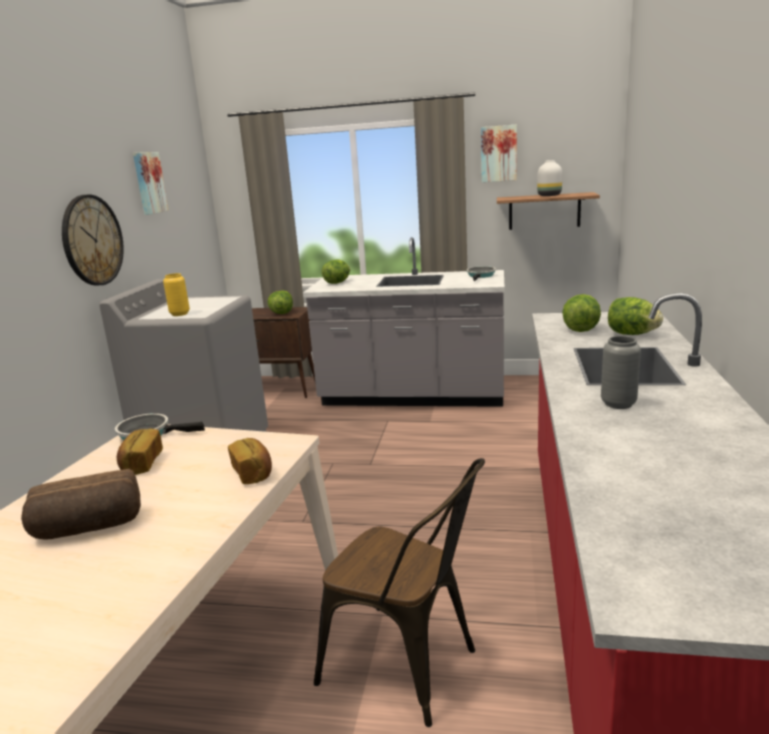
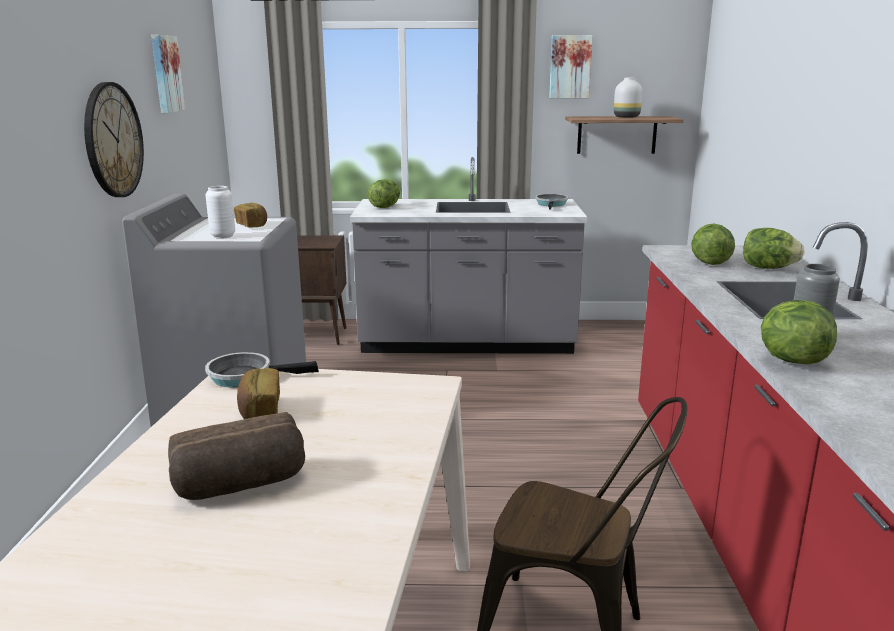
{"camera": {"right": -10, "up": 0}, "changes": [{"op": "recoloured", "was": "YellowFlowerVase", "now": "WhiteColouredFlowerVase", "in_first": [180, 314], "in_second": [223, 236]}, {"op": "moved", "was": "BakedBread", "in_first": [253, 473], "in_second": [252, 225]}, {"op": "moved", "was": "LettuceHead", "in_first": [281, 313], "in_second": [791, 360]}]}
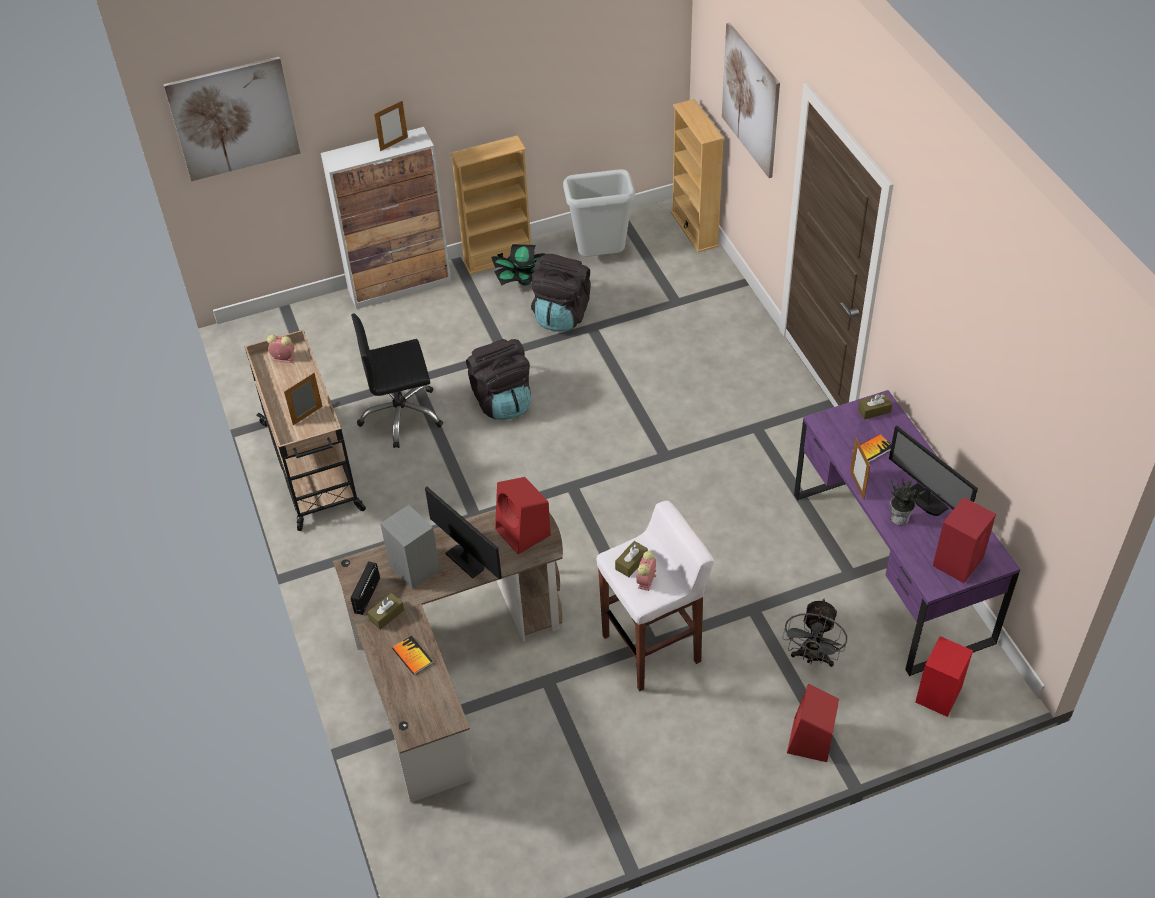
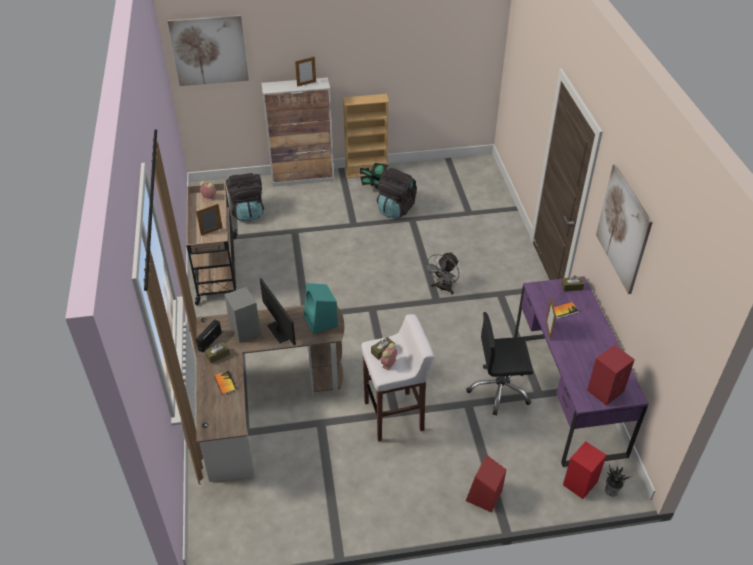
{"camera": {"right": 10, "up": -5}, "changes": [{"op": "moved", "was": "BlackishBackpack", "in_first": [502, 401], "in_second": [248, 212]}, {"op": "recoloured", "was": "ReddishAudioSpeaker", "now": "TurquoiseColouredAudioSpeaker", "in_first": [524, 533], "in_second": [321, 322]}, {"op": "moved", "was": "GreyElectricFan", "in_first": [812, 657], "in_second": [442, 288]}, {"op": "moved", "was": "BlackishComputerChair", "in_first": [401, 416], "in_second": [499, 390]}, {"op": "moved", "was": "WallPicture", "in_first": [751, 100], "in_second": [623, 228]}, {"op": "moved", "was": "Houseplant", "in_first": [900, 517], "in_second": [612, 490]}, {"op": "removed", "was": "GreyWasteBin", "in_first": [601, 256]}, {"op": "removed", "was": "BeigeBookshelf", "in_first": [694, 229]}, {"op": "removed", "was": "ComputerScreen", "in_first": [925, 501]}]}
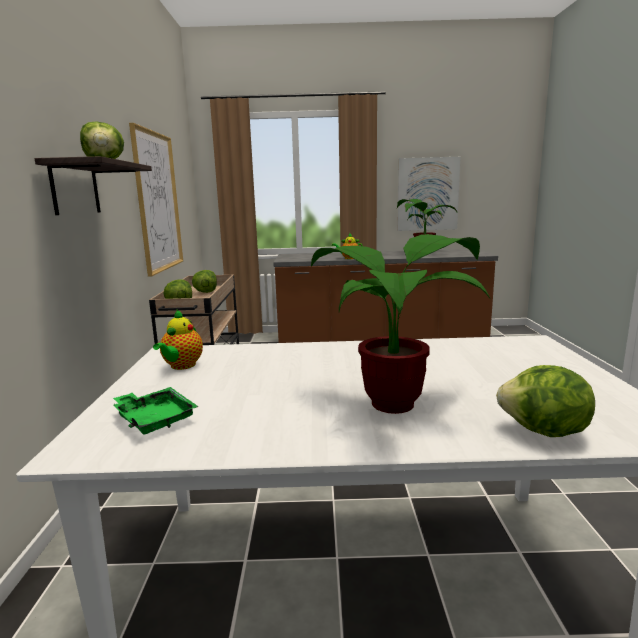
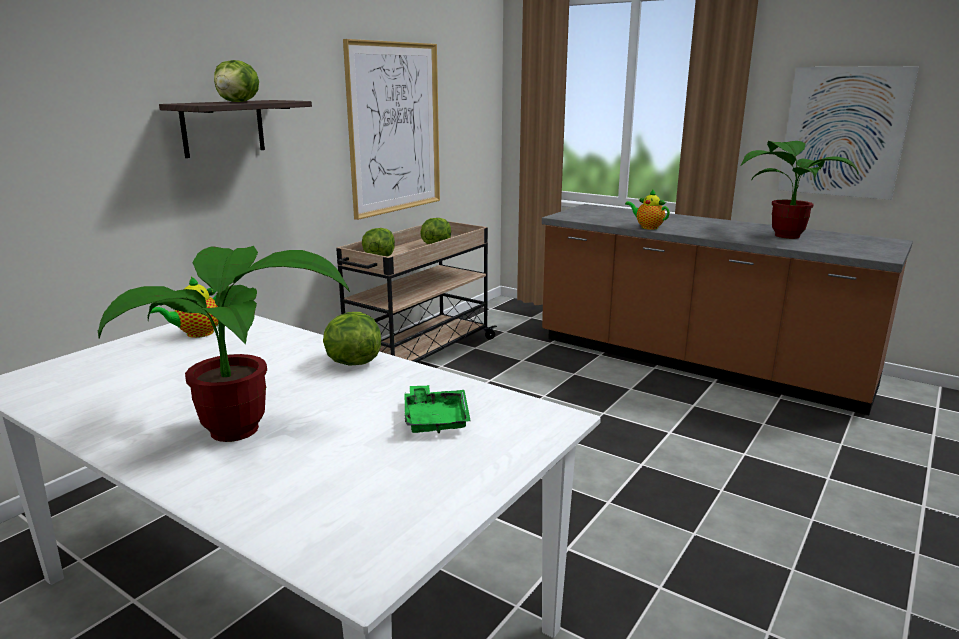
{"camera": {"right": 35, "up": 5}, "changes": [{"op": "moved", "was": "LettuceHead", "in_first": [544, 432], "in_second": [352, 362]}, {"op": "moved", "was": "GreenishServingTray", "in_first": [155, 419], "in_second": [435, 419]}]}
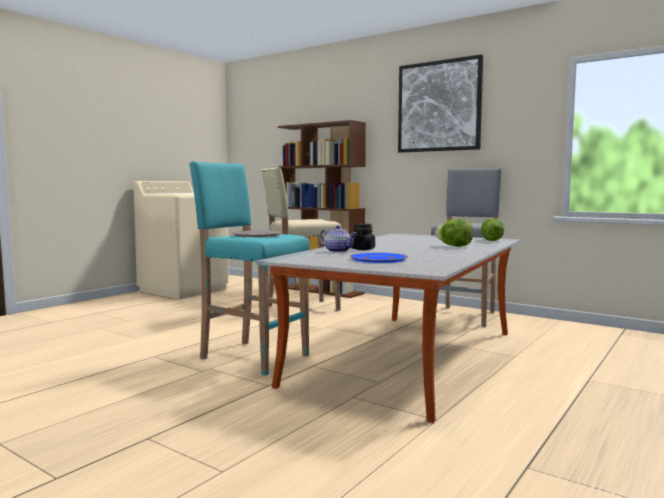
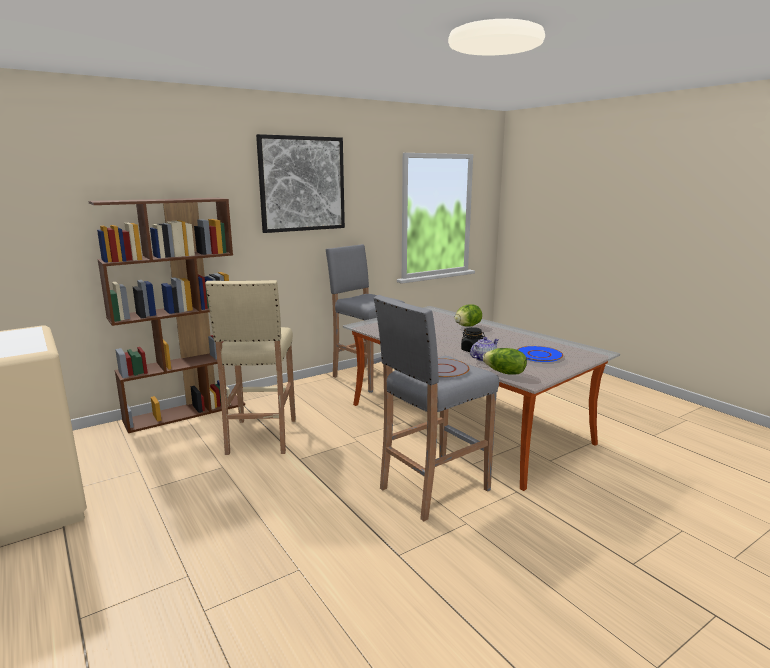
{"camera": {"right": -70, "up": 10}, "changes": [{"op": "recoloured", "was": "TurquoiseColouredStool", "now": "GreyStool", "in_first": [252, 357], "in_second": [432, 489]}, {"op": "moved", "was": "LettuceHead", "in_first": [491, 240], "in_second": [504, 373]}]}
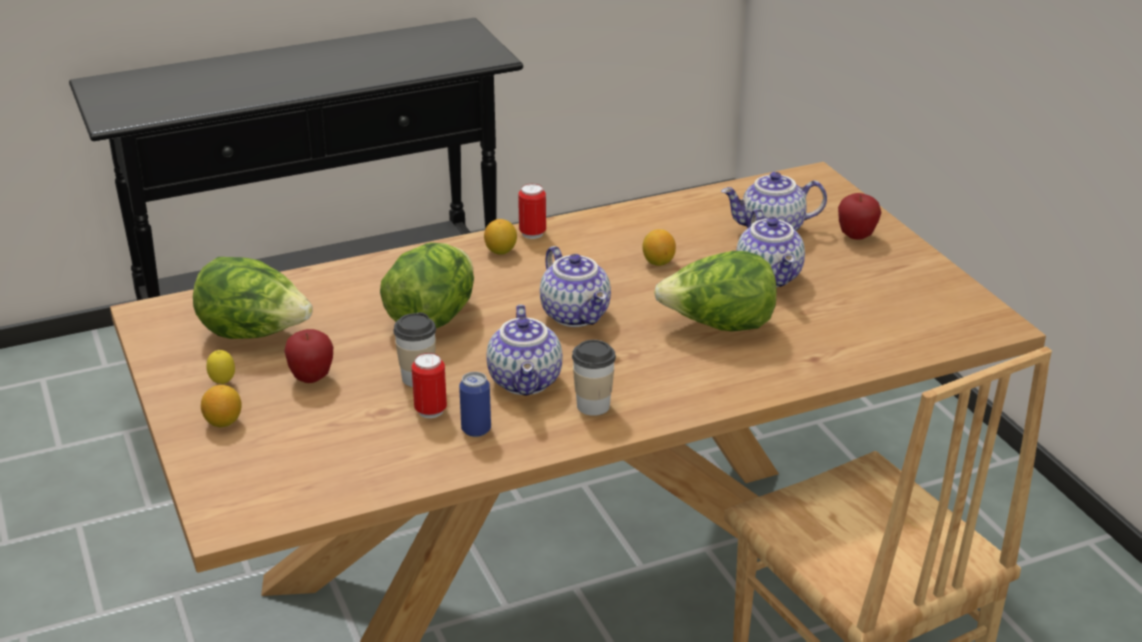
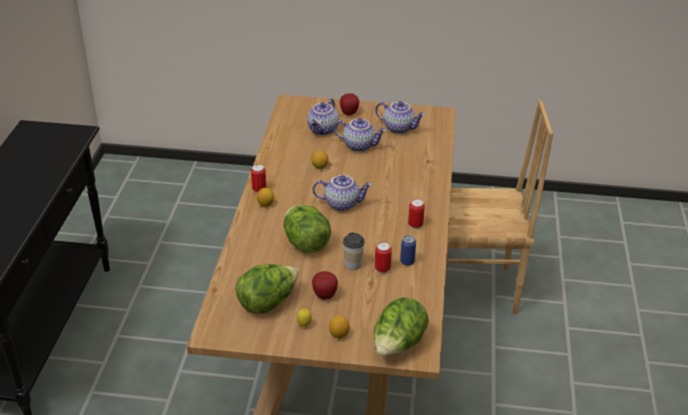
{"camera": {"right": -60, "up": 5}, "changes": [{"op": "moved", "was": "LettuceHead", "in_first": [718, 326], "in_second": [398, 345]}, {"op": "moved", "was": "TeaPot", "in_first": [527, 382], "in_second": [399, 128]}, {"op": "replaced", "was": "Cup", "now": "Can", "in_first": [593, 406], "in_second": [415, 225]}]}
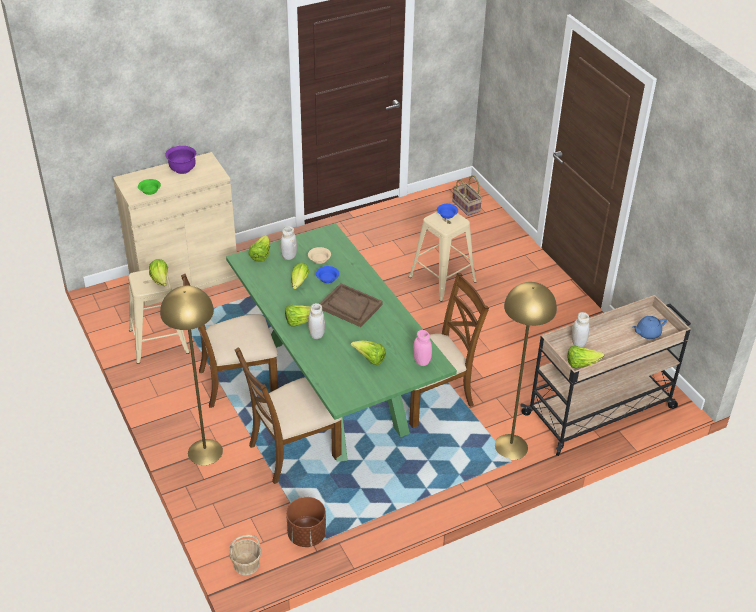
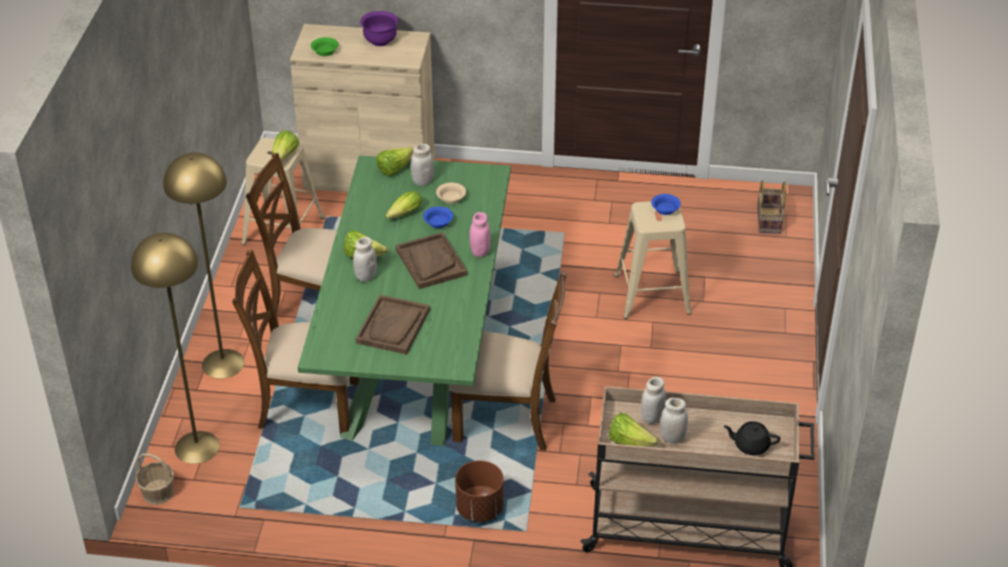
{"camera": {"right": 35, "up": 0}, "changes": [{"op": "moved", "was": "YellowStandardLamp", "in_first": [511, 447], "in_second": [197, 447]}, {"op": "replaced", "was": "LettuceHead", "now": "BrownishServingTray", "in_first": [369, 359], "in_second": [393, 326]}, {"op": "moved", "was": "BrownishPlanter", "in_first": [306, 535], "in_second": [479, 508]}, {"op": "moved", "was": "PinkStorageJar", "in_first": [421, 361], "in_second": [480, 252]}, {"op": "added", "now": "WhiteColouredStorageJar", "in_second": [672, 438]}, {"op": "recoloured", "was": "BlueTeaPot", "now": "BlackishTeaPot", "in_first": [647, 333], "in_second": [750, 445]}]}
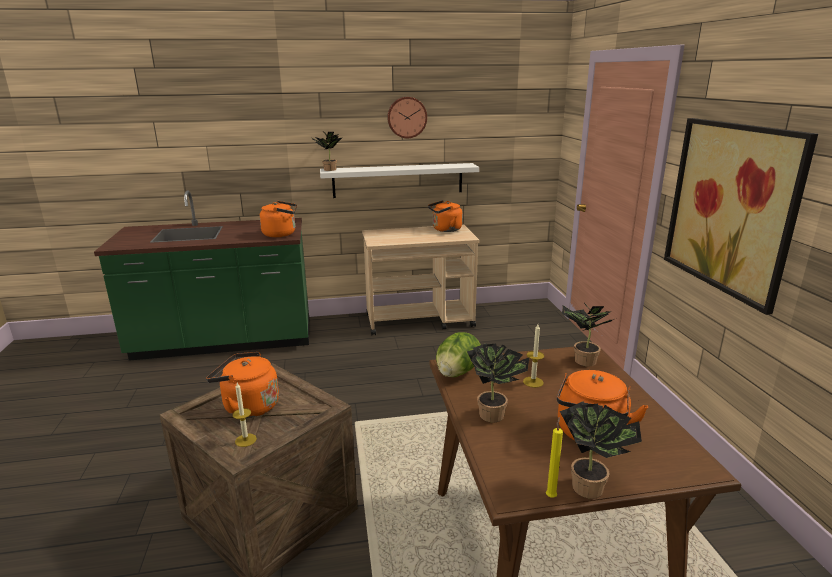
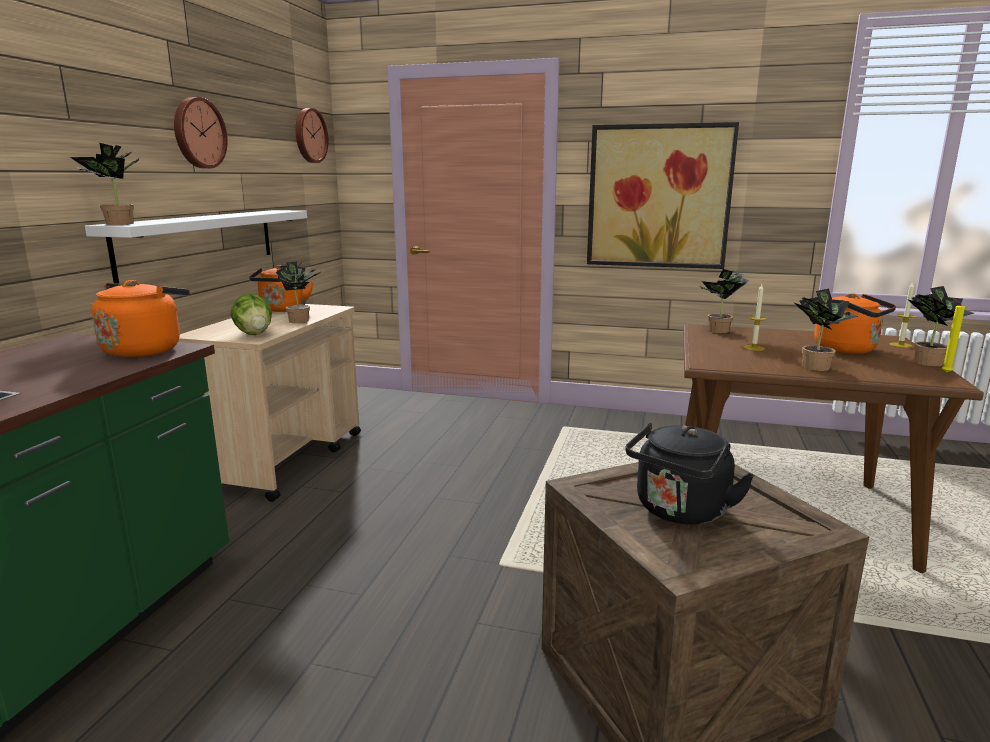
{"camera": {"right": -65, "up": -5}, "changes": [{"op": "moved", "was": "LettuceHead", "in_first": [457, 373], "in_second": [254, 334]}, {"op": "added", "now": "Houseplant", "in_second": [302, 321]}, {"op": "added", "now": "WallClock", "in_second": [309, 135]}, {"op": "recoloured", "was": "OrangeColouredKettle", "now": "BlackishKettle", "in_first": [248, 406], "in_second": [679, 512]}, {"op": "moved", "was": "Candle", "in_first": [245, 440], "in_second": [900, 345]}]}
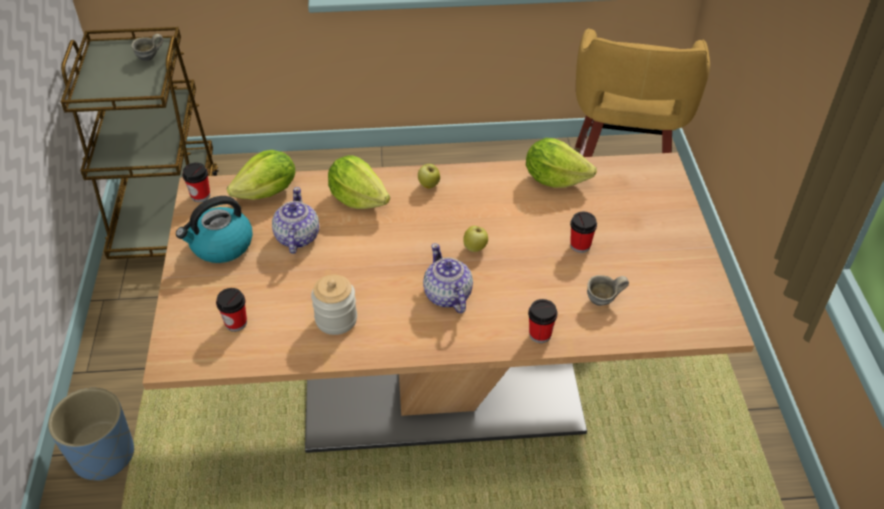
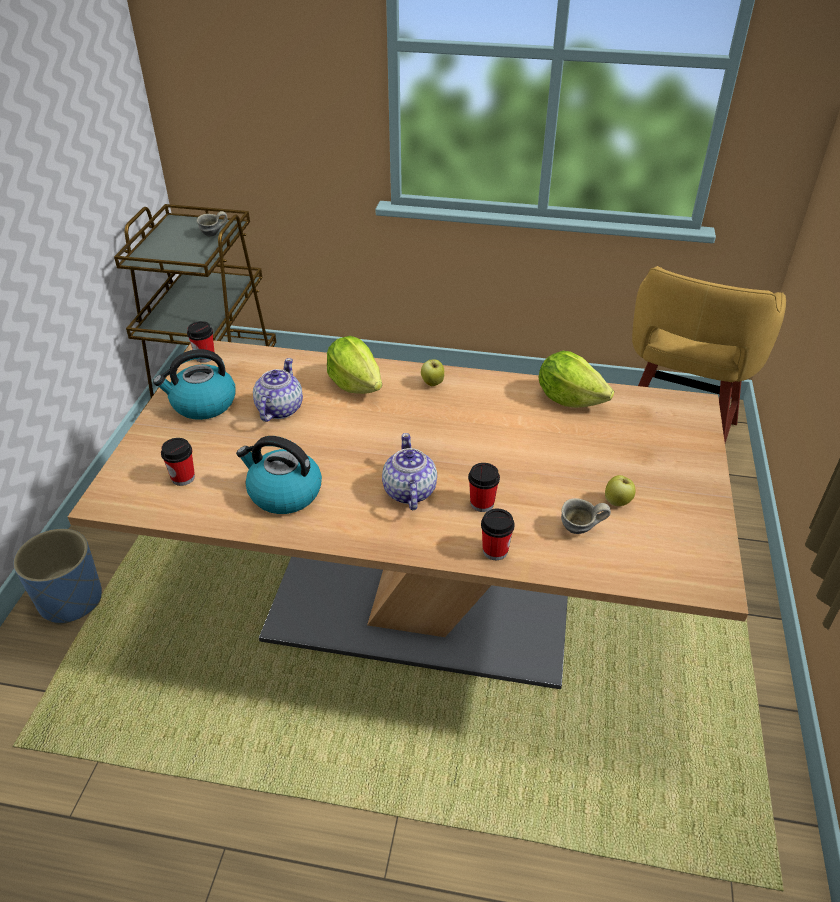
{"camera": {"right": 15, "up": -5}, "changes": [{"op": "replaced", "was": "StorageJar", "now": "Kettle", "in_first": [336, 319], "in_second": [283, 493]}, {"op": "moved", "was": "Cup", "in_first": [580, 245], "in_second": [482, 503]}, {"op": "moved", "was": "Apple", "in_first": [475, 248], "in_second": [618, 502]}, {"op": "removed", "was": "LettuceHead", "in_first": [268, 193]}]}
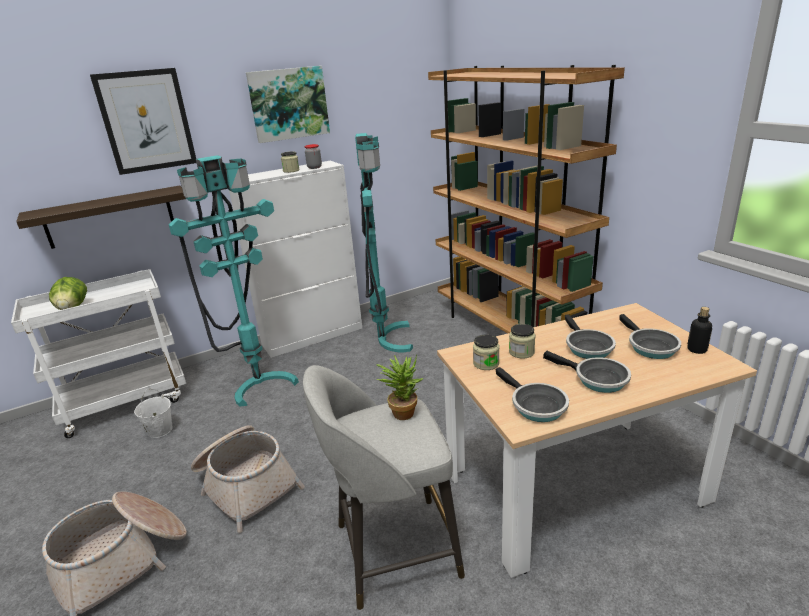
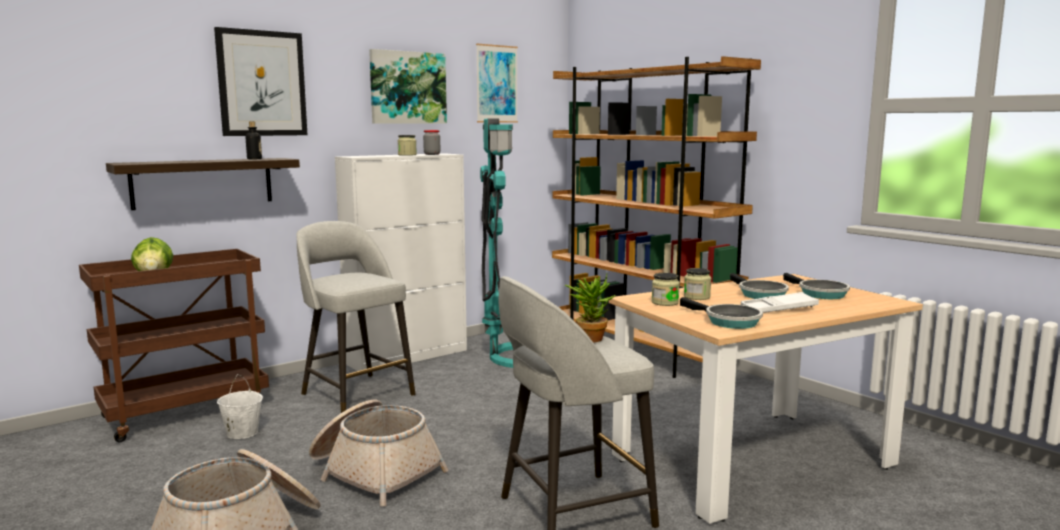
{"camera": {"right": -10, "up": -15}, "changes": [{"op": "recoloured", "was": "WhiteColouredTrolley", "now": "BrownishTrolley", "in_first": [127, 402], "in_second": [186, 411]}, {"op": "moved", "was": "BeverageBottle", "in_first": [697, 349], "in_second": [254, 159]}, {"op": "replaced", "was": "TurquoiseColouredStandardLamp", "now": "GreyStool", "in_first": [259, 383], "in_second": [356, 393]}, {"op": "added", "now": "WallPicture", "in_second": [497, 84]}, {"op": "replaced", "was": "Pan", "now": "WhiteColouredServingTray", "in_first": [596, 379], "in_second": [779, 309]}]}
